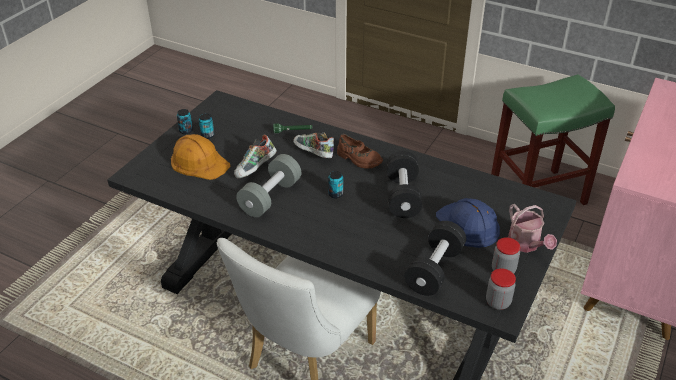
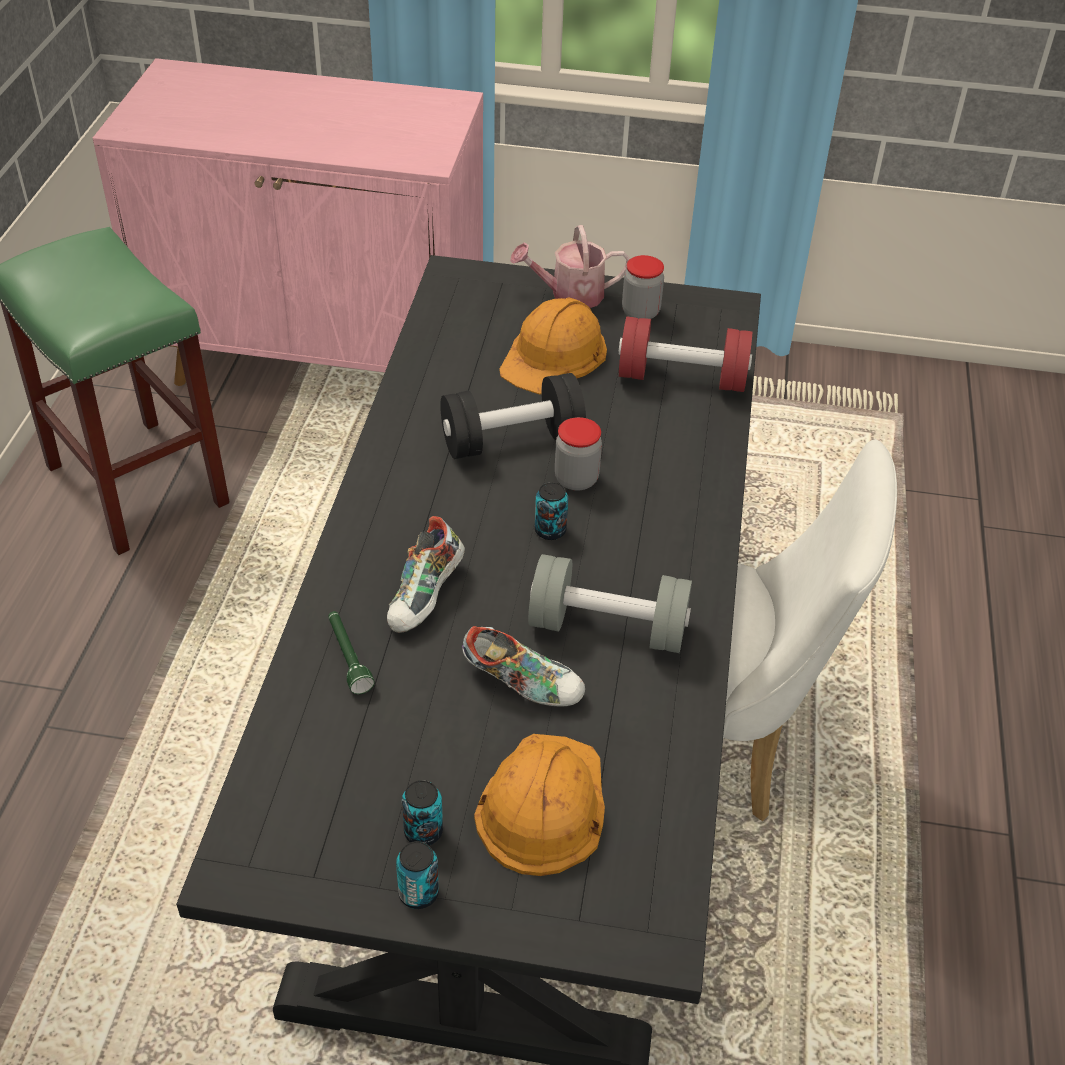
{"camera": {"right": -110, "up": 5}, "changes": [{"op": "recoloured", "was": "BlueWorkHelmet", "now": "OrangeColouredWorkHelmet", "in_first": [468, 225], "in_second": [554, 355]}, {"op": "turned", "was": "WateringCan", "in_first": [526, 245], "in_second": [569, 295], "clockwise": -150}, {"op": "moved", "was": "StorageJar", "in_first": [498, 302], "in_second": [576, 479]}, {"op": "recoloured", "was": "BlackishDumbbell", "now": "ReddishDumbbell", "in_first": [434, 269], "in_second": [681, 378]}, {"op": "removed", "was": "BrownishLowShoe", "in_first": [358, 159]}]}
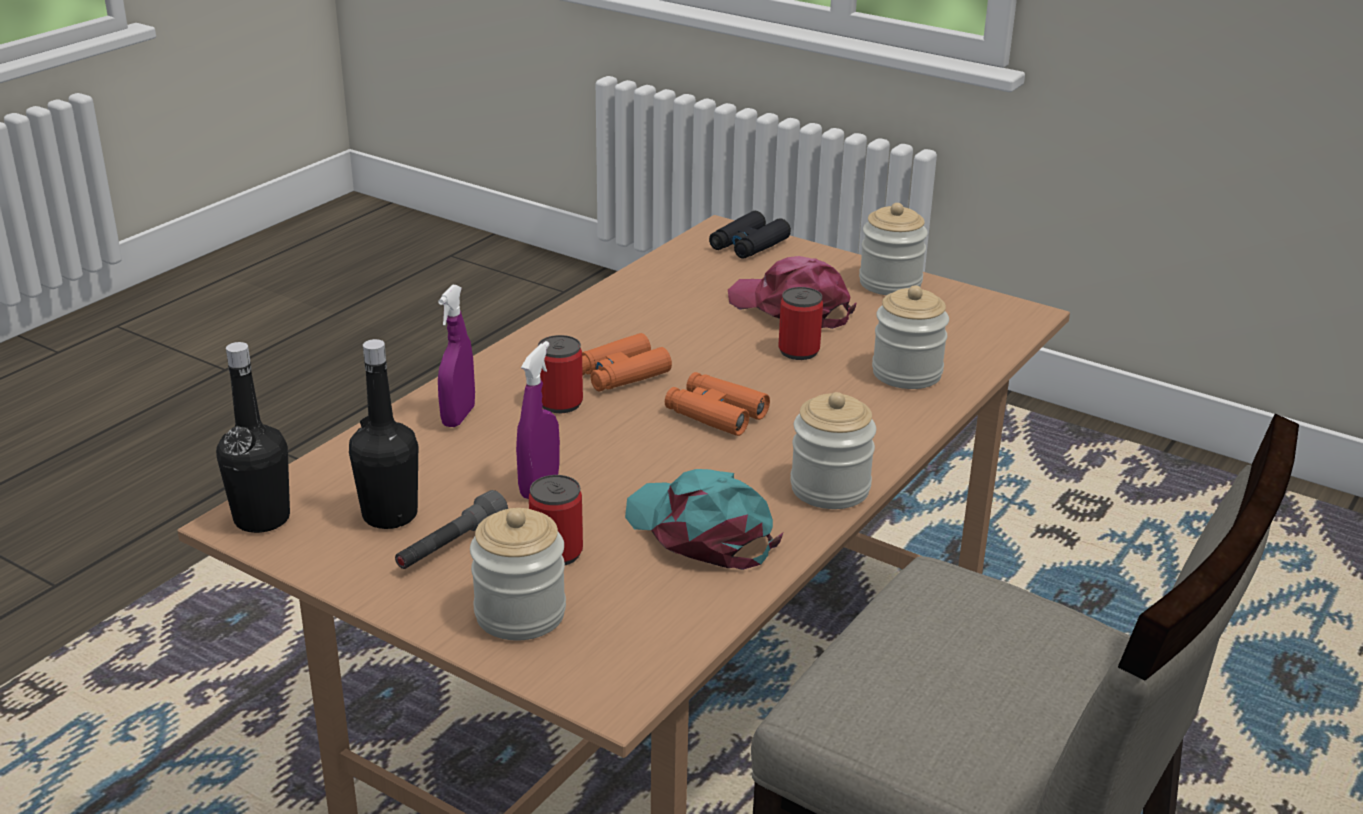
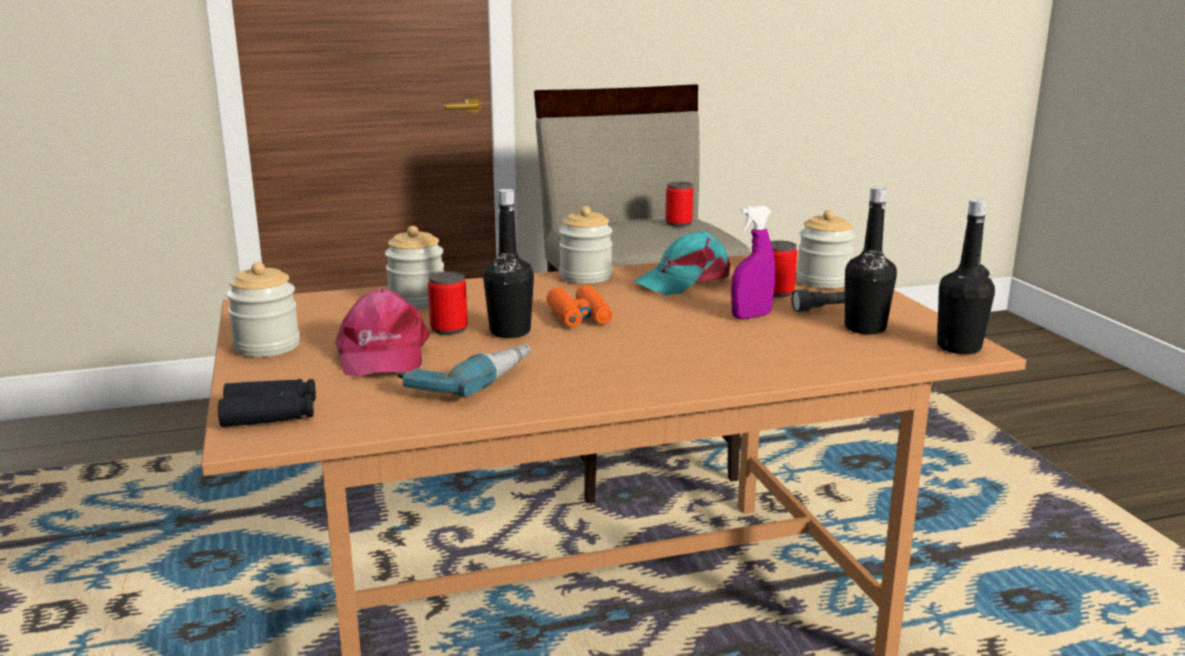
{"camera": {"right": -140, "up": -10}, "changes": [{"op": "added", "now": "PowerDrill", "in_second": [468, 379]}, {"op": "added", "now": "BlackishBeverageBottle", "in_second": [510, 332]}, {"op": "turned", "was": "TurquoiseColouredCap", "in_first": [701, 531], "in_second": [685, 281], "clockwise": 60}, {"op": "moved", "was": "Can", "in_first": [560, 403], "in_second": [678, 223]}, {"op": "removed", "was": "PurpleColouredSprayBottle", "in_first": [458, 417]}, {"op": "removed", "was": "OrangeColouredBinoculars", "in_first": [620, 374]}]}
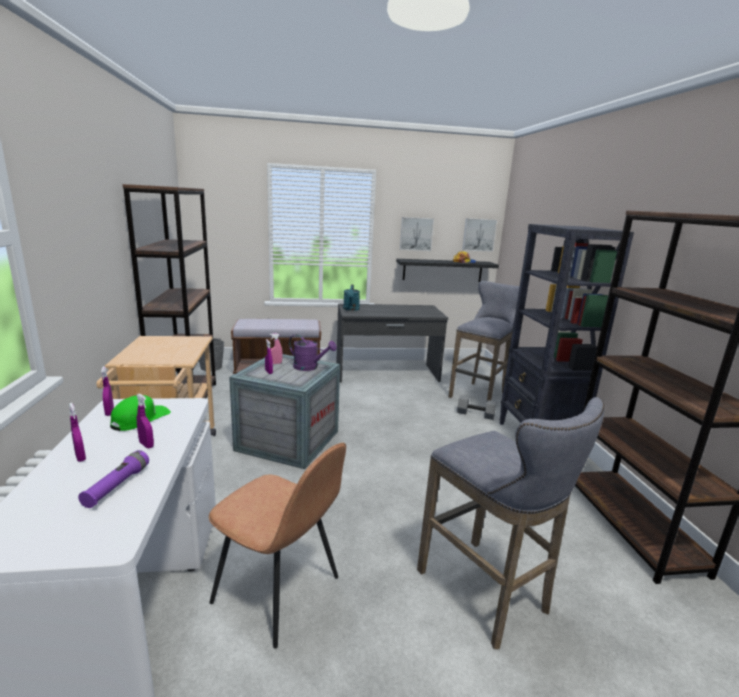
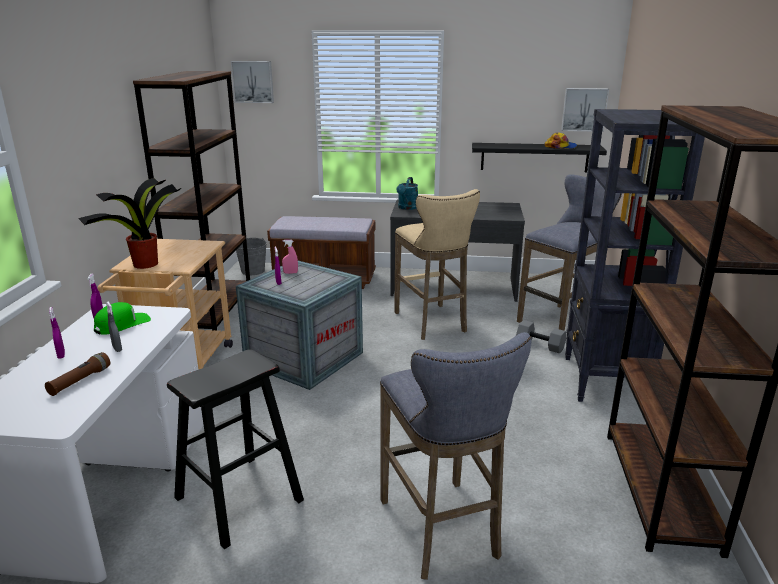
{"camera": {"right": 15, "up": 5}, "changes": [{"op": "recoloured", "was": "PurpleColouredFlashlight", "now": "BrownishFlashlight", "in_first": [117, 486], "in_second": [80, 381]}, {"op": "added", "now": "Houseplant", "in_second": [144, 264]}, {"op": "recoloured", "was": "PurpleColouredSprayBottle", "now": "GreySprayBottle", "in_first": [146, 445], "in_second": [117, 348]}, {"op": "replaced", "was": "BrownishUprightChair", "now": "BlackishStool", "in_first": [279, 591], "in_second": [238, 499]}, {"op": "moved", "was": "WallPicture", "in_first": [416, 234], "in_second": [253, 81]}, {"op": "added", "now": "BeigeStool", "in_second": [432, 323]}, {"op": "removed", "was": "PurpleColouredWateringCan", "in_first": [309, 367]}]}
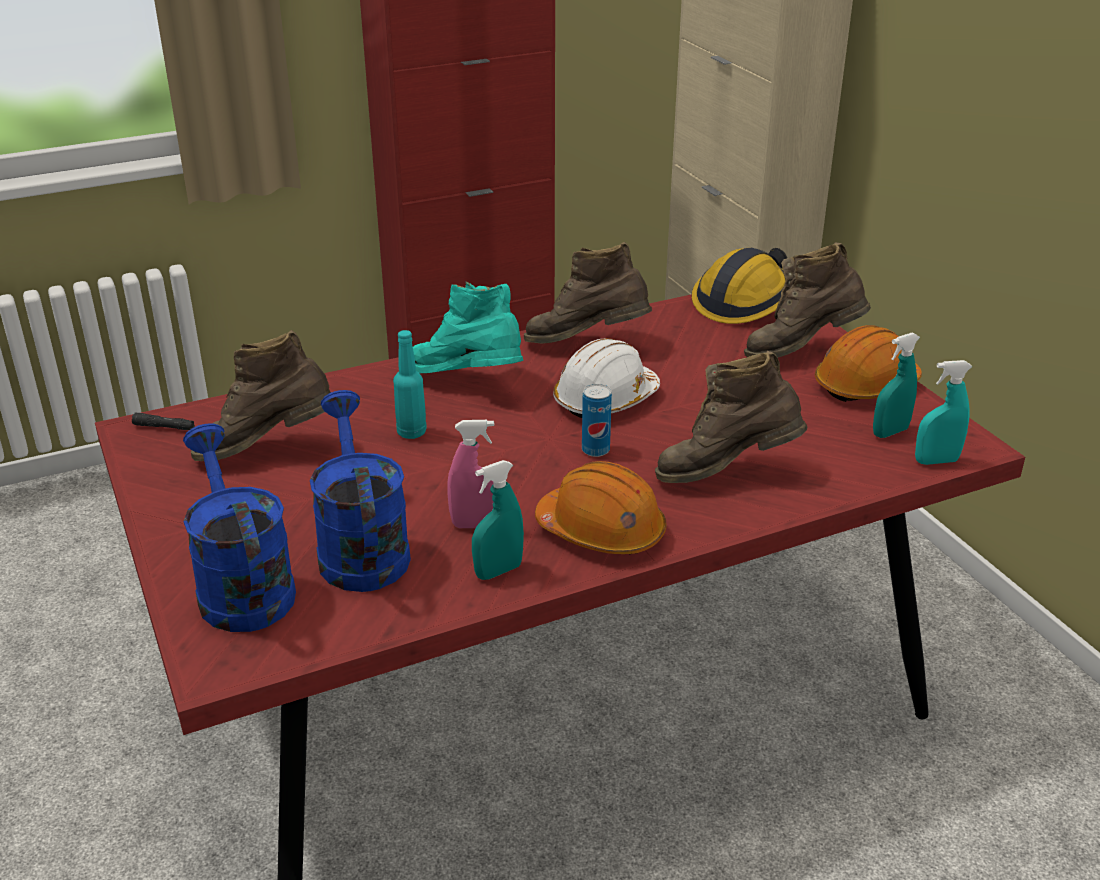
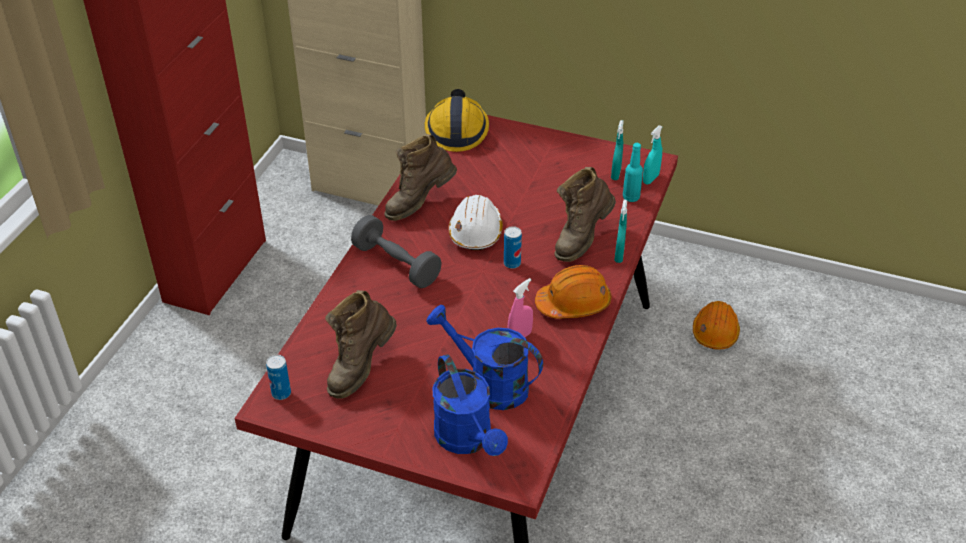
{"camera": {"right": -45, "up": 10}, "changes": [{"op": "replaced", "was": "BlackishFlashlight", "now": "Can", "in_first": [164, 427], "in_second": [281, 393]}, {"op": "replaced", "was": "TurquoiseColouredHighTopBoot", "now": "GreyDumbbell", "in_first": [467, 383], "in_second": [396, 264]}, {"op": "turned", "was": "BlueWateringCan", "in_first": [241, 586], "in_second": [468, 440], "clockwise": -135}, {"op": "moved", "was": "TurquoiseColouredSprayBottle", "in_first": [498, 571], "in_second": [619, 255]}, {"op": "moved", "was": "TurquoiseColouredBeverageBottle", "in_first": [411, 432], "in_second": [631, 197]}, {"op": "moved", "was": "OrangeColouredWorkHelmet", "in_first": [865, 385], "in_second": [715, 332]}, {"op": "removed", "was": "BrownishHighTopBoot", "in_first": [801, 351]}]}
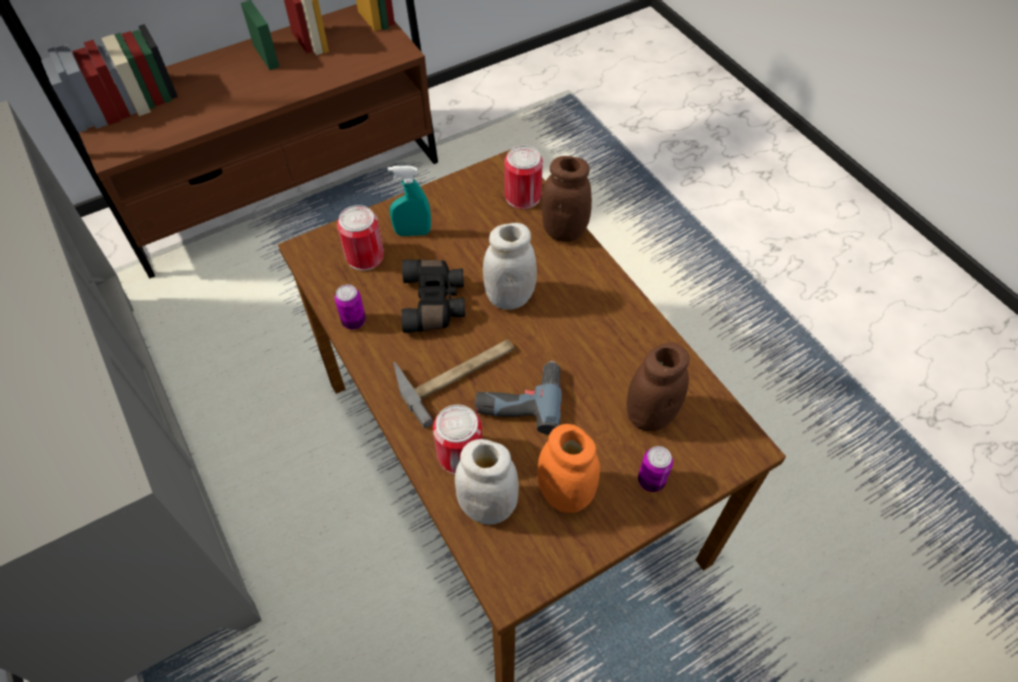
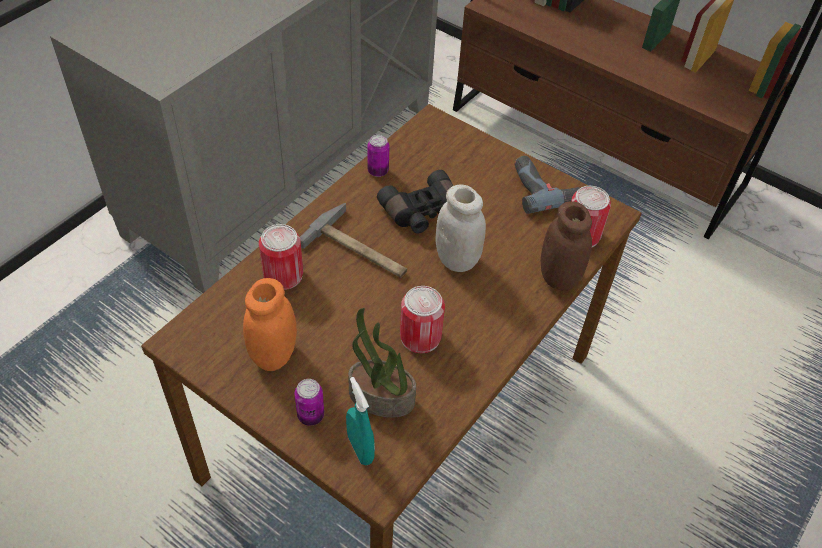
{"camera": {"right": 65, "up": -5}, "changes": [{"op": "moved", "was": "TurquoiseColouredSprayBottle", "in_first": [413, 232], "in_second": [360, 449]}, {"op": "replaced", "was": "BrownishStorageJar", "now": "Houseplant", "in_first": [650, 415], "in_second": [380, 398]}, {"op": "moved", "was": "Can", "in_first": [365, 256], "in_second": [420, 336]}, {"op": "moved", "was": "PowerDrill", "in_first": [519, 398], "in_second": [544, 188]}, {"op": "removed", "was": "WhiteColouredStorageJar", "in_first": [488, 506]}]}
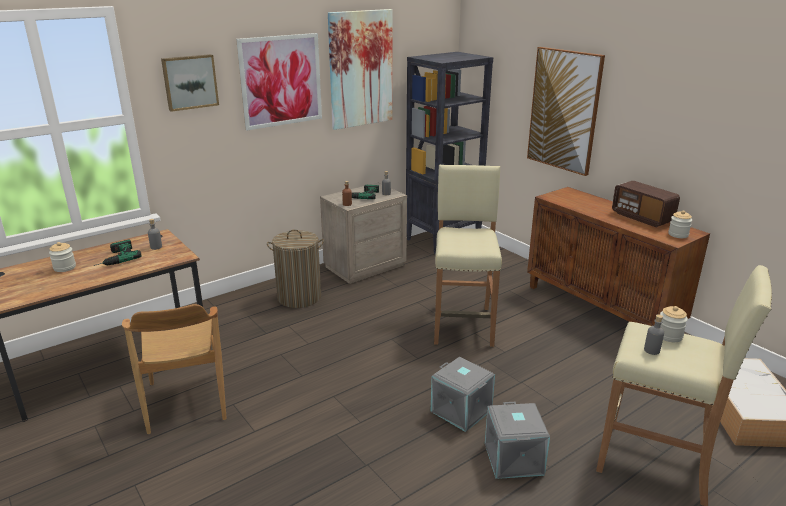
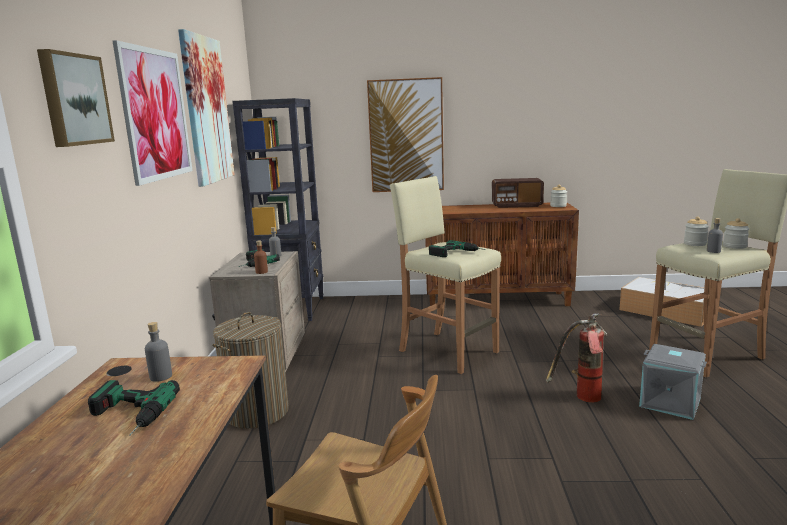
{"camera": {"right": -50, "up": -10}, "changes": [{"op": "added", "now": "PowerDrill", "in_second": [458, 253]}, {"op": "replaced", "was": "GreyStorageBox", "now": "Extinguisher", "in_first": [462, 410], "in_second": [581, 399]}, {"op": "moved", "was": "StorageJar", "in_first": [65, 267], "in_second": [734, 246]}]}
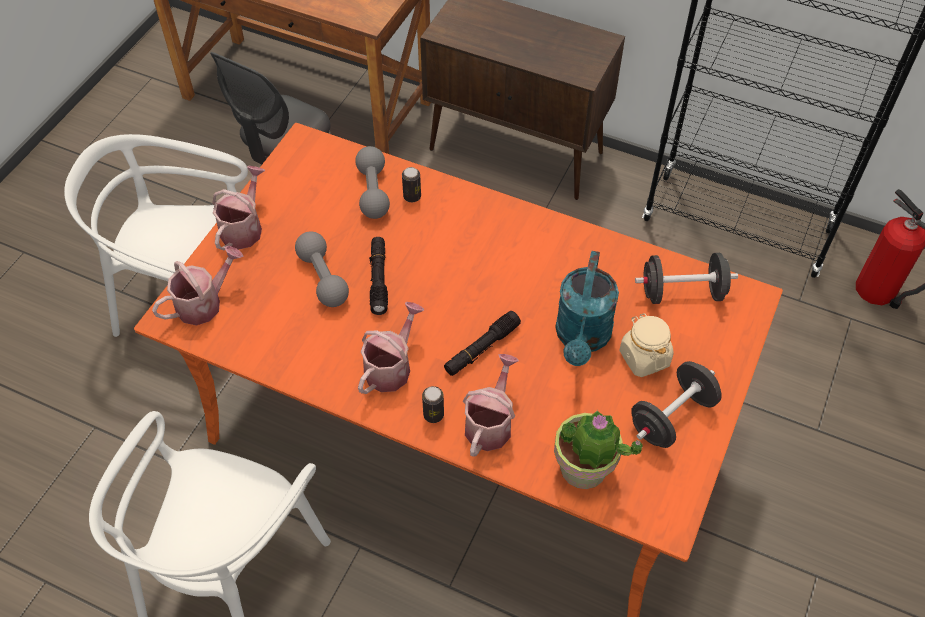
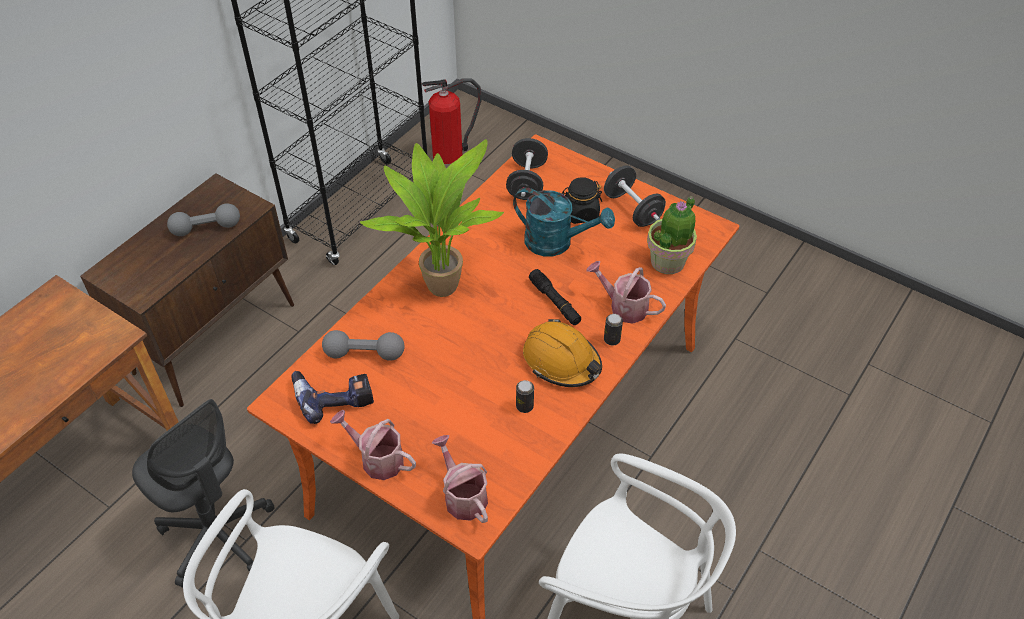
{"camera": {"right": -80, "up": -5}, "changes": [{"op": "moved", "was": "GreyDumbbell", "in_first": [323, 278], "in_second": [206, 228]}, {"op": "added", "now": "PowerDrill", "in_second": [333, 396]}, {"op": "added", "now": "Houseplant", "in_second": [441, 284]}, {"op": "moved", "was": "Can", "in_first": [412, 196], "in_second": [524, 406]}, {"op": "replaced", "was": "WateringCan", "now": "OrangeColouredWorkHelmet", "in_first": [391, 367], "in_second": [562, 361]}, {"op": "recoloured", "was": "BeigeStorageJar", "now": "BlackishStorageJar", "in_first": [644, 357], "in_second": [580, 213]}, {"op": "removed", "was": "BlackishFlashlight", "in_first": [379, 279]}]}
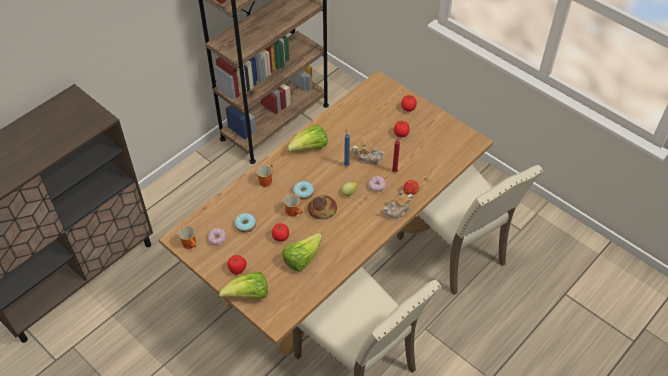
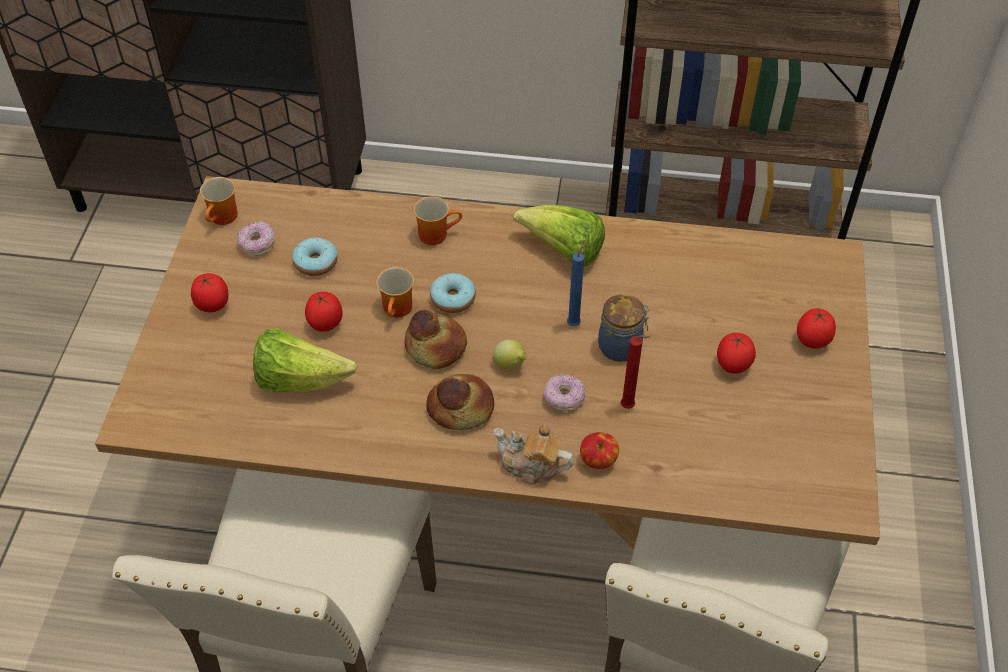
{"camera": {"right": 55, "up": 0}, "changes": [{"op": "added", "now": "BakedBread", "in_second": [461, 409]}, {"op": "replaced", "was": "TeaPot", "now": "StorageJar", "in_first": [368, 158], "in_second": [621, 346]}, {"op": "removed", "was": "LettuceHead", "in_first": [248, 295]}]}
